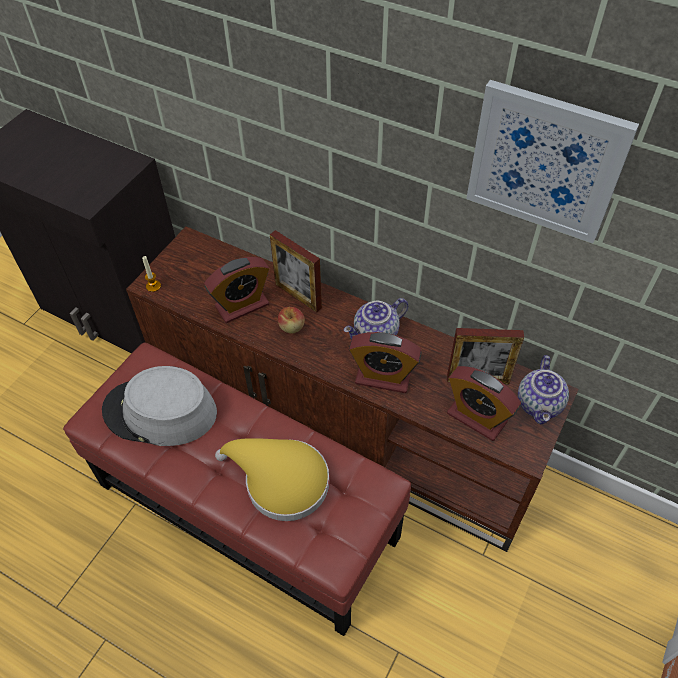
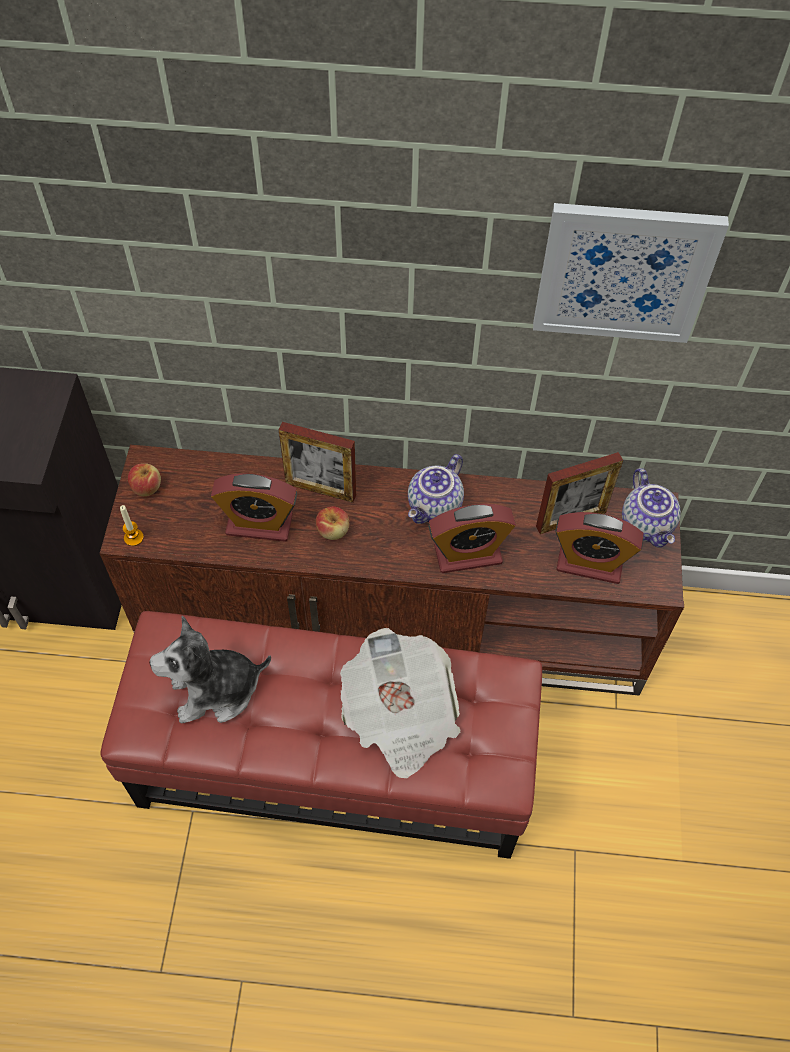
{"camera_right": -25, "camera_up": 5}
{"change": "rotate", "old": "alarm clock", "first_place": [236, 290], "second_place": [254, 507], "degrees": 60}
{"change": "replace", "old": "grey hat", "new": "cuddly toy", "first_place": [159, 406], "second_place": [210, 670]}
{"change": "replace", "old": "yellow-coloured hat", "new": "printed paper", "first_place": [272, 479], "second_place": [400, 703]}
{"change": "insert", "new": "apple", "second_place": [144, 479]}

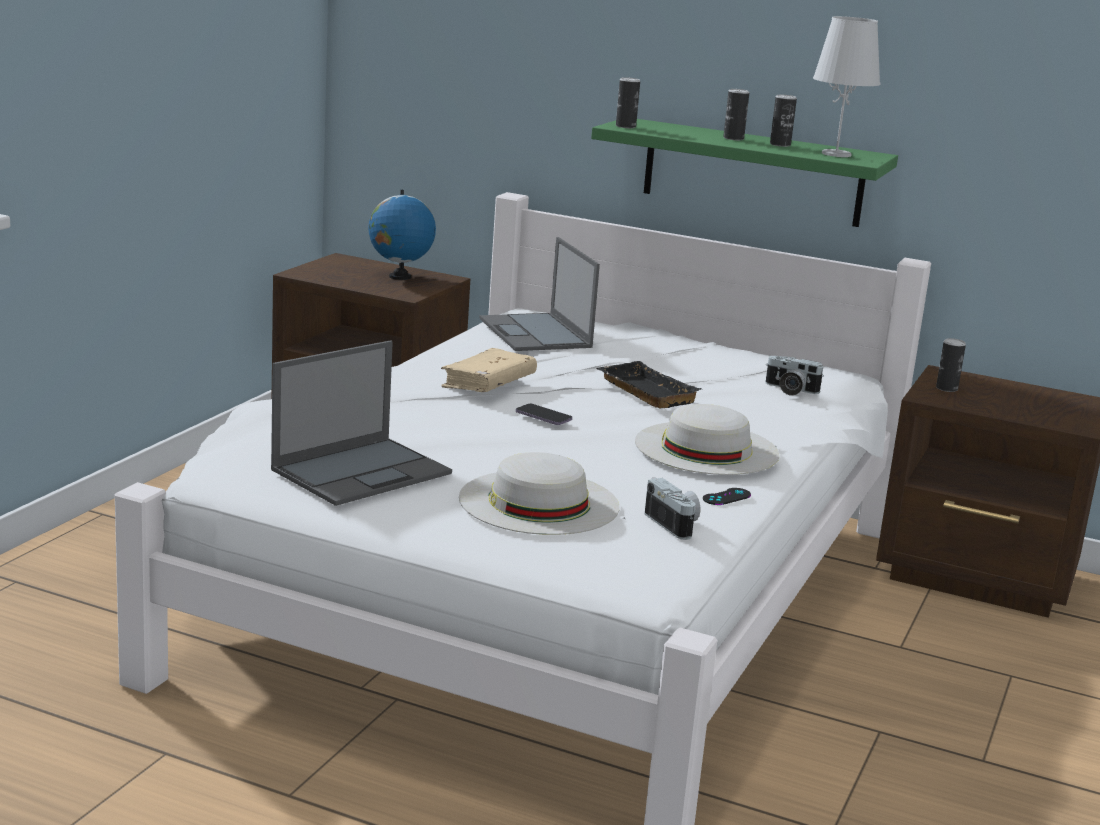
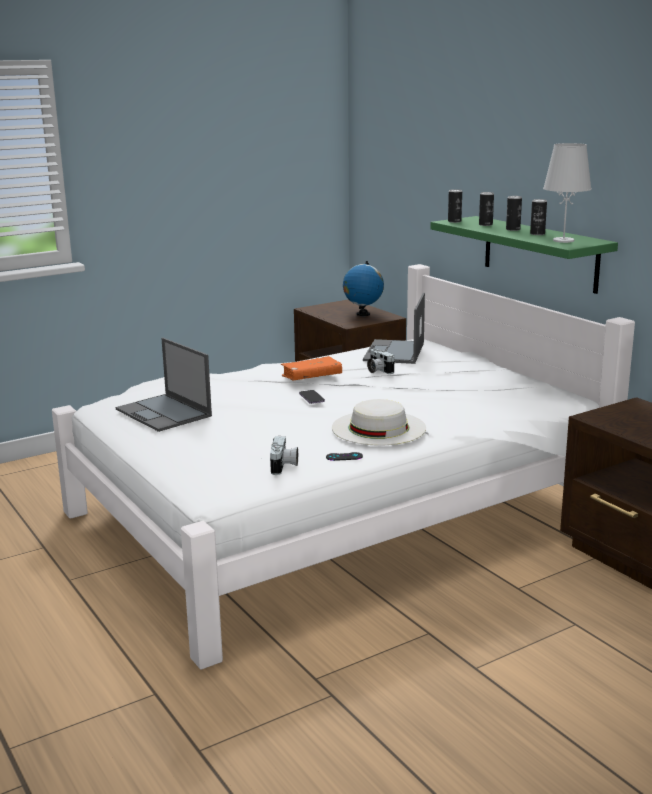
{"camera_right": 35, "camera_up": 0}
{"change": "move", "old": "sealed can", "first_place": [951, 365], "second_place": [486, 209]}
{"change": "rotate", "old": "portable computer", "first_place": [361, 423], "second_place": [164, 385], "degrees": 60}
{"change": "recolor", "old": "beige book", "new": "orange book", "first_place": [489, 370], "second_place": [311, 368]}
{"change": "move", "old": "photo camera", "first_place": [794, 376], "second_place": [380, 361]}
{"change": "delete", "old": "black-coloured serving tray", "first_place": [649, 385]}
{"change": "delete", "old": "white hat", "first_place": [539, 493]}

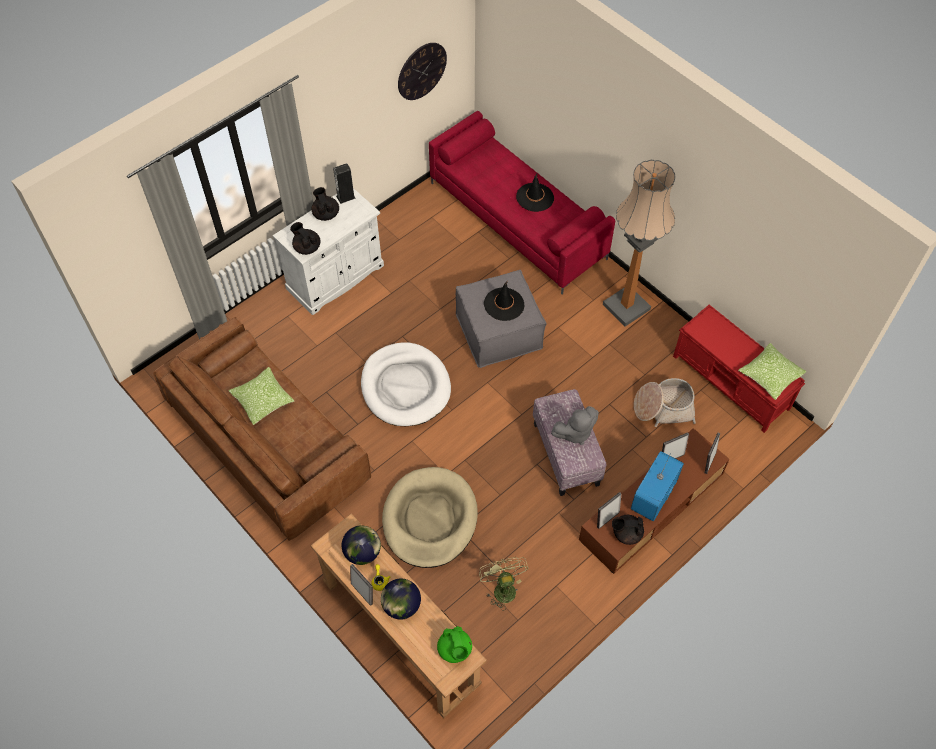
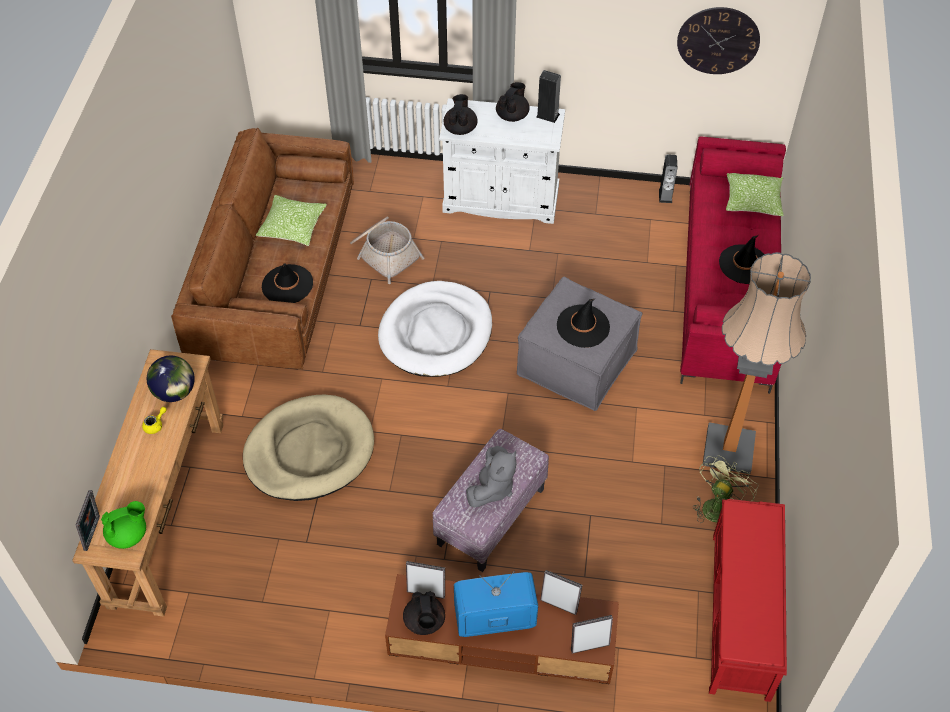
{"camera_right": 50, "camera_up": -5}
{"change": "move", "old": "cushion", "first_place": [772, 371], "second_place": [755, 194]}
{"change": "move", "old": "storage basket", "first_place": [665, 402], "second_place": [387, 250]}
{"change": "rotate", "old": "grey cuddly toy", "first_place": [575, 425], "second_place": [491, 476], "degrees": -90}
{"change": "rotate", "old": "black-coloured teapot", "first_place": [628, 530], "second_place": [424, 613], "degrees": -150}
{"change": "move", "old": "greenish electric fan", "first_place": [503, 583], "second_place": [725, 489]}
{"change": "move", "old": "photo frame", "first_place": [361, 585], "second_place": [88, 520]}
{"change": "delete", "old": "desk globe", "first_place": [401, 599]}
{"change": "rotate", "old": "greenish teapot", "first_place": [454, 644], "second_place": [123, 525], "degrees": -150}
{"change": "insert", "new": "speaker", "second_place": [668, 178]}
{"change": "insert", "new": "black-coloured hat", "second_place": [287, 283]}

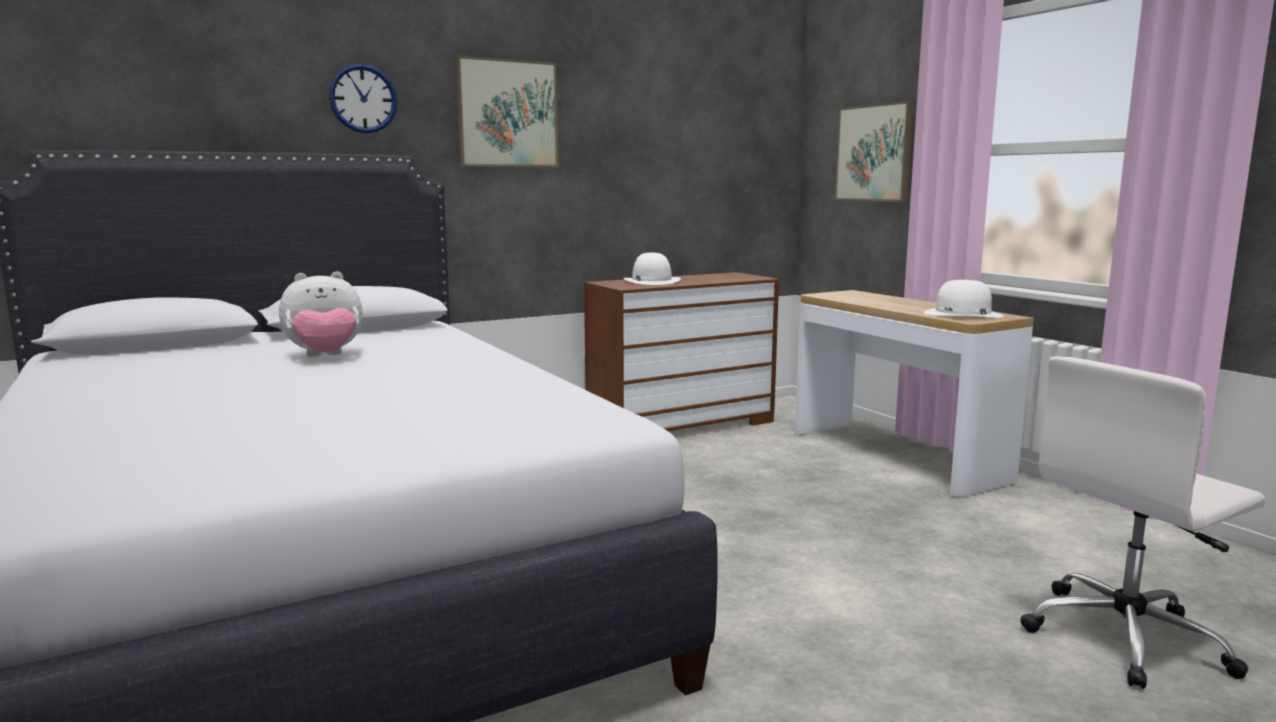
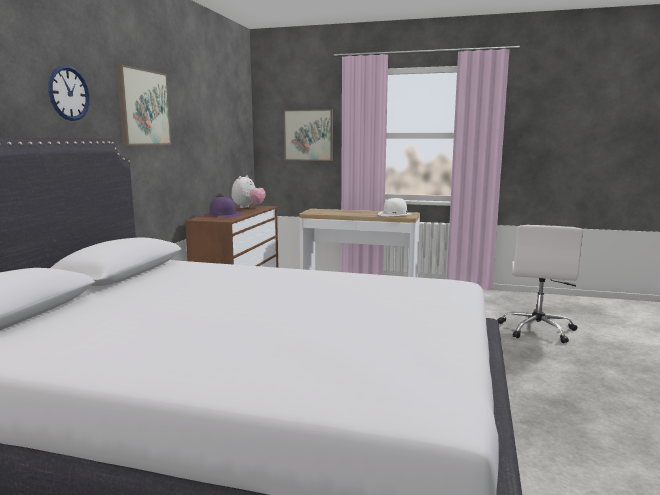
{"camera_right": -45, "camera_up": 0}
{"change": "recolor", "old": "white hat", "new": "purple hat", "first_place": [652, 269], "second_place": [223, 207]}
{"change": "move", "old": "cuddly toy", "first_place": [320, 314], "second_place": [249, 191]}

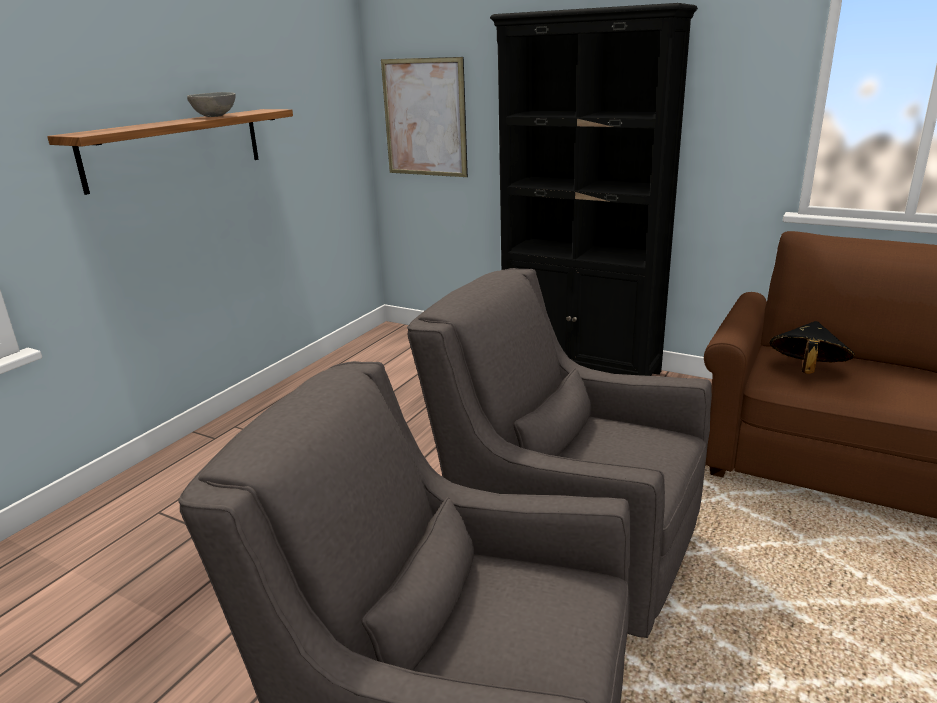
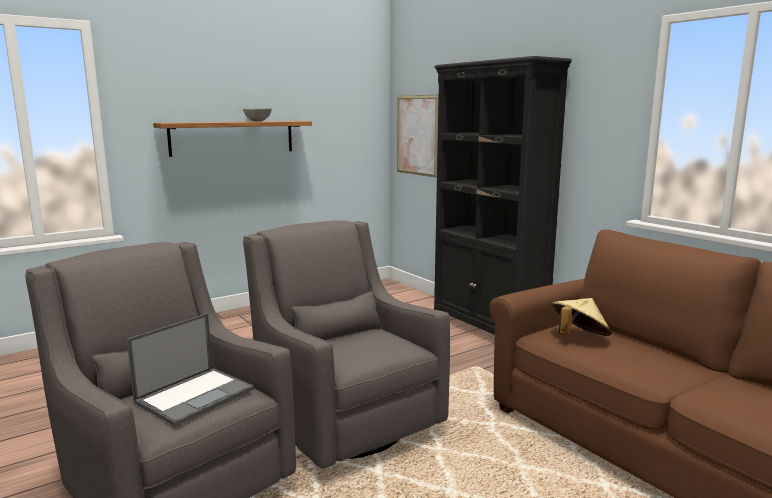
{"camera_right": 25, "camera_up": -10}
{"change": "recolor", "old": "black-coloured hat", "new": "beige hat", "first_place": [812, 347], "second_place": [581, 317]}
{"change": "insert", "new": "portable computer", "second_place": [190, 370]}

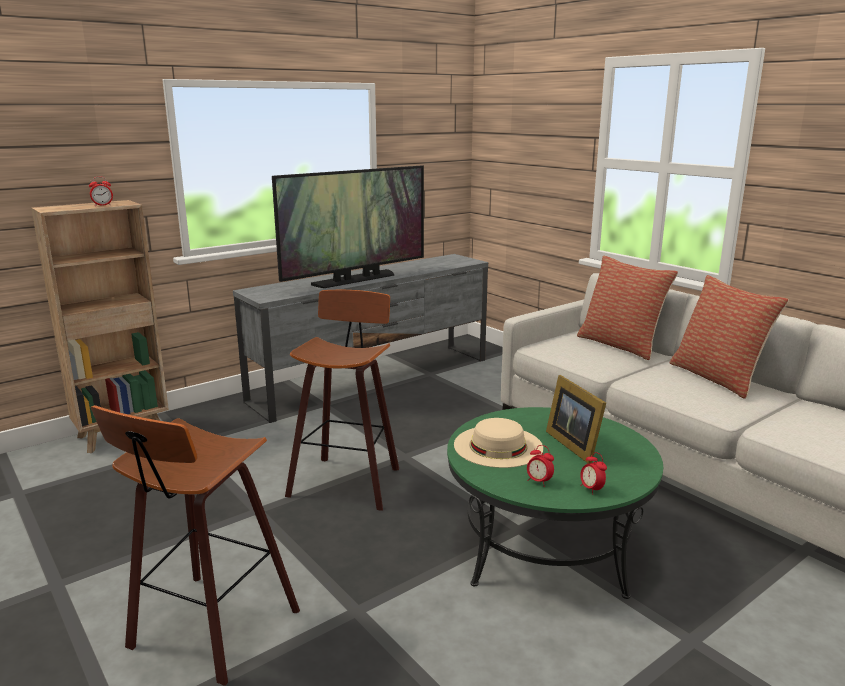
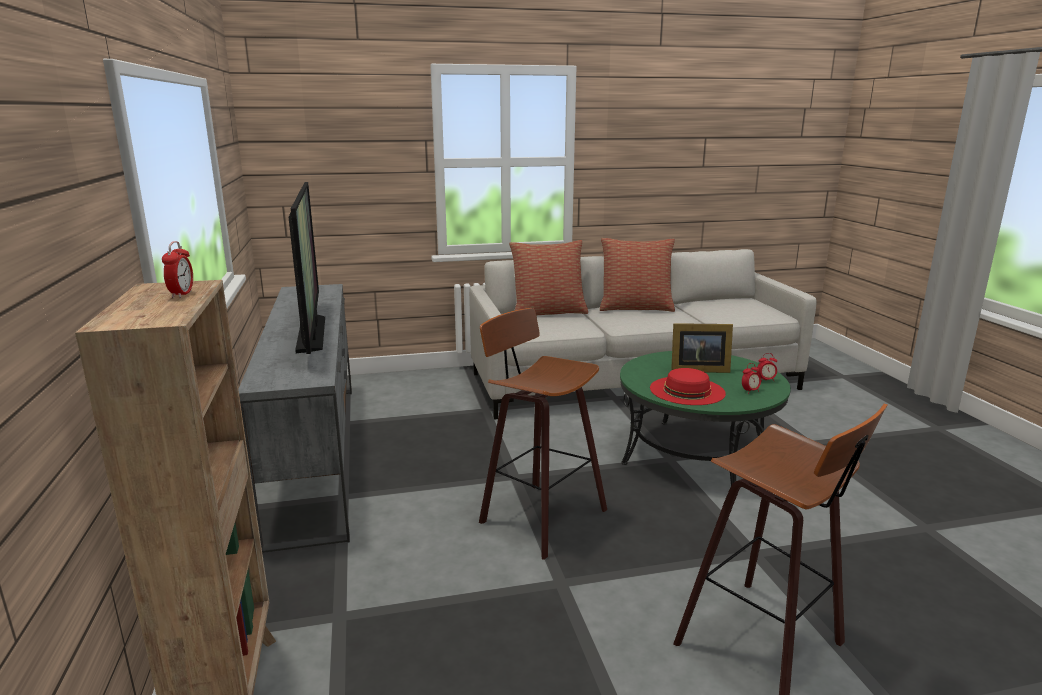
{"camera_right": -65, "camera_up": 0}
{"change": "recolor", "old": "beige hat", "new": "red-coloured hat", "first_place": [498, 443], "second_place": [688, 386]}

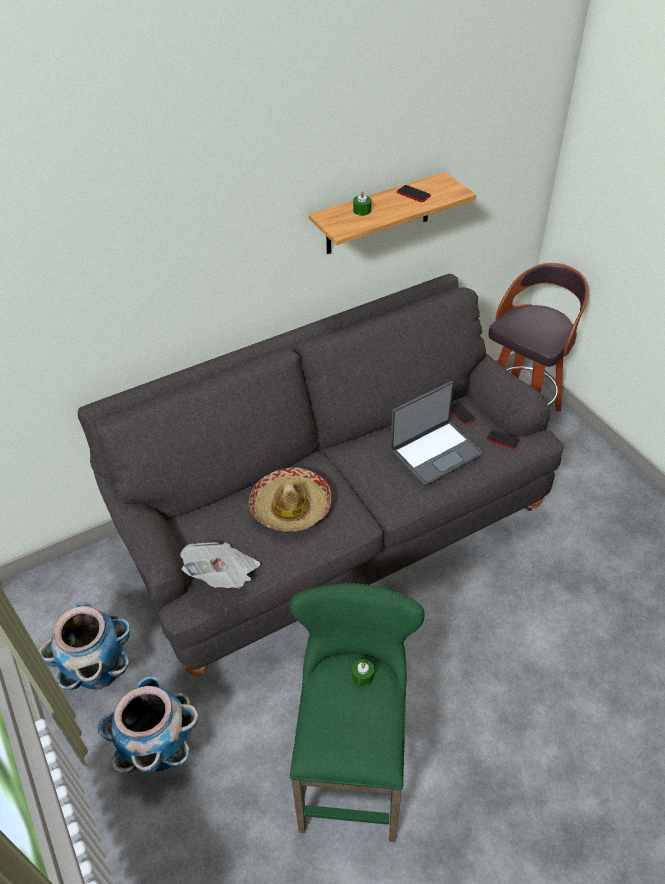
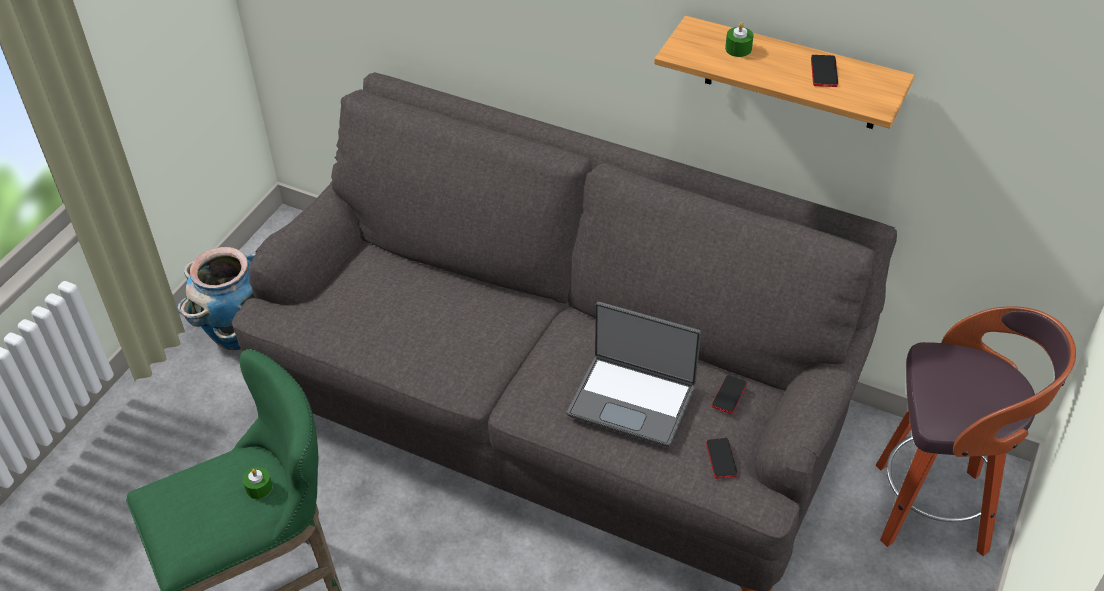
{"camera_right": 55, "camera_up": 0}
{"change": "delete", "old": "hat", "first_place": [290, 500]}
{"change": "delete", "old": "printed paper", "first_place": [220, 565]}
{"change": "delete", "old": "plant pot", "first_place": [148, 724]}

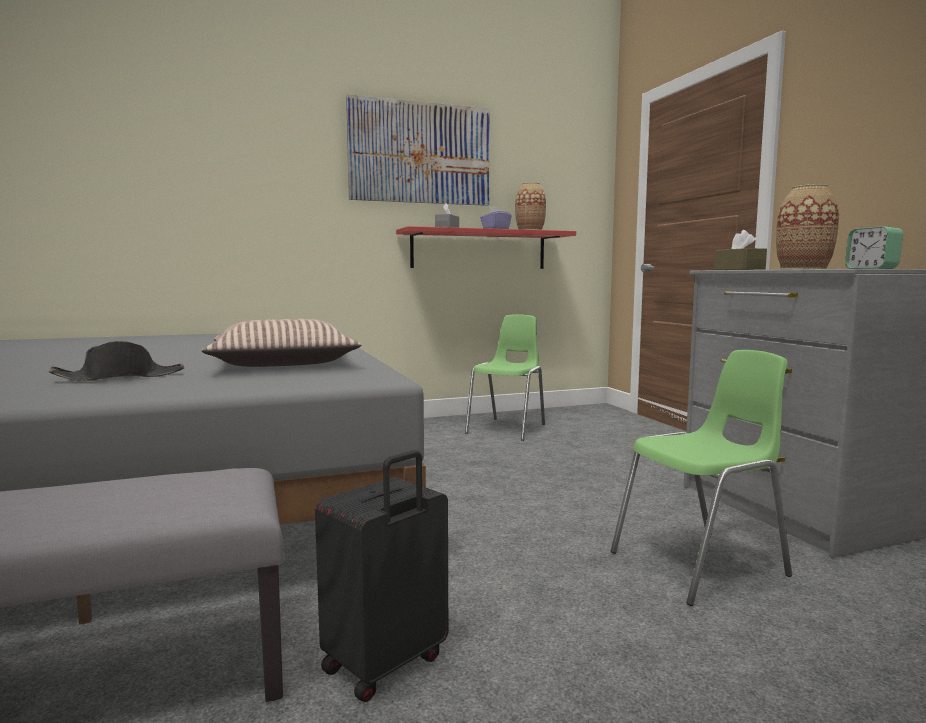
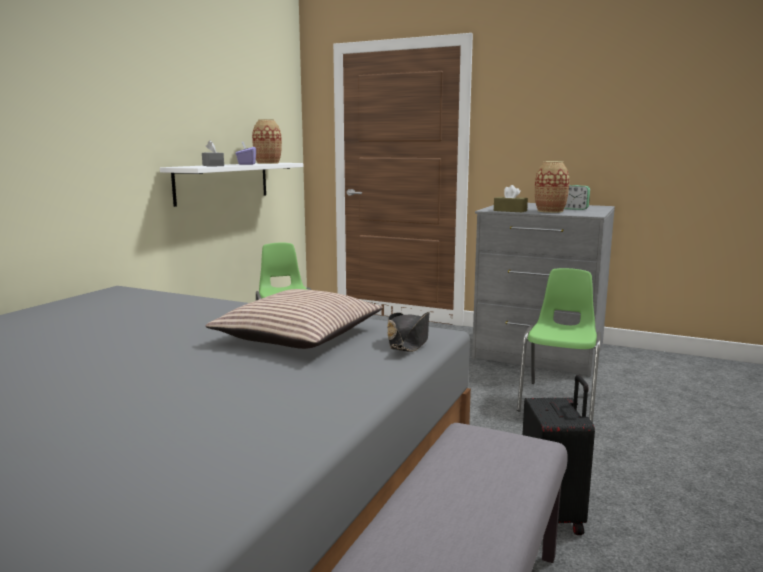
{"camera_right": -45, "camera_up": 5}
{"change": "delete", "old": "picture", "first_place": [418, 150]}
{"change": "recolor", "old": "red-coloured shelf", "new": "white shelf", "first_place": [486, 247], "second_place": [231, 185]}
{"change": "move", "old": "black-coloured hat", "first_place": [116, 361], "second_place": [408, 331]}

